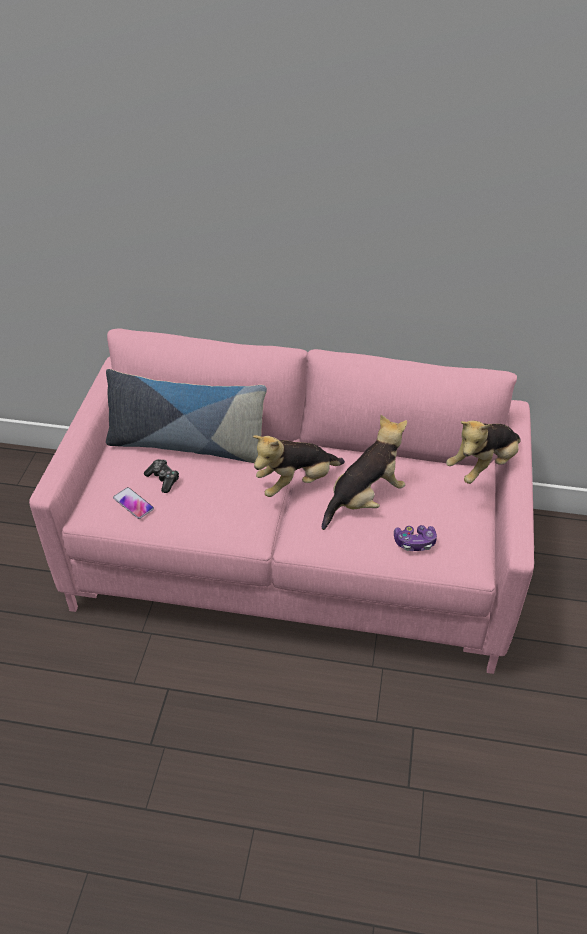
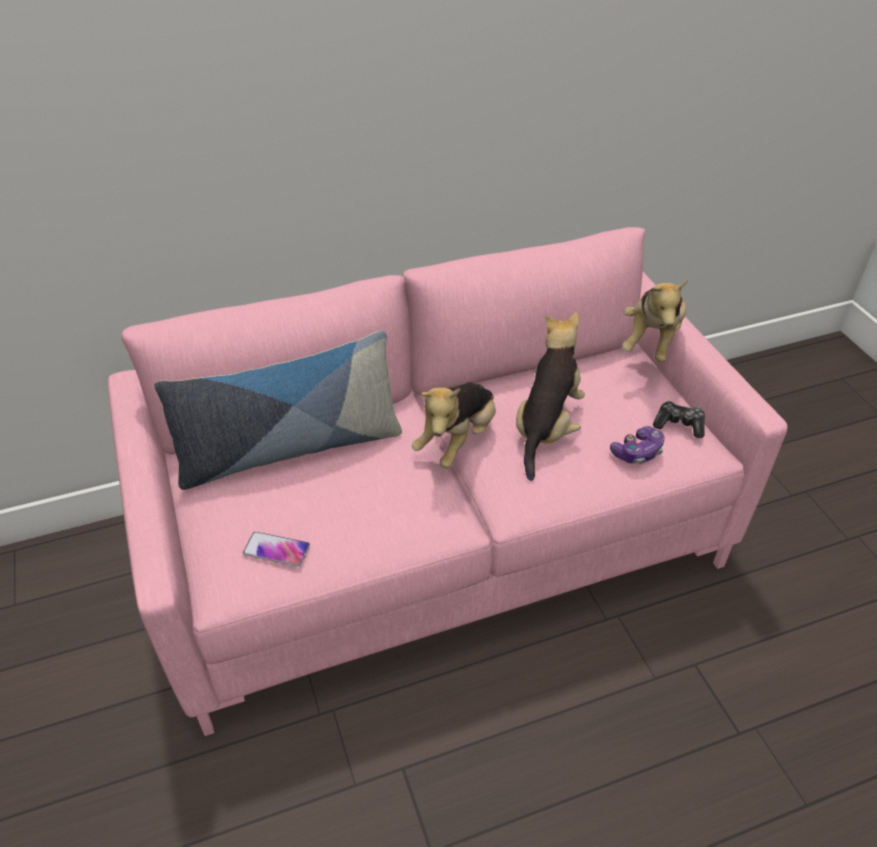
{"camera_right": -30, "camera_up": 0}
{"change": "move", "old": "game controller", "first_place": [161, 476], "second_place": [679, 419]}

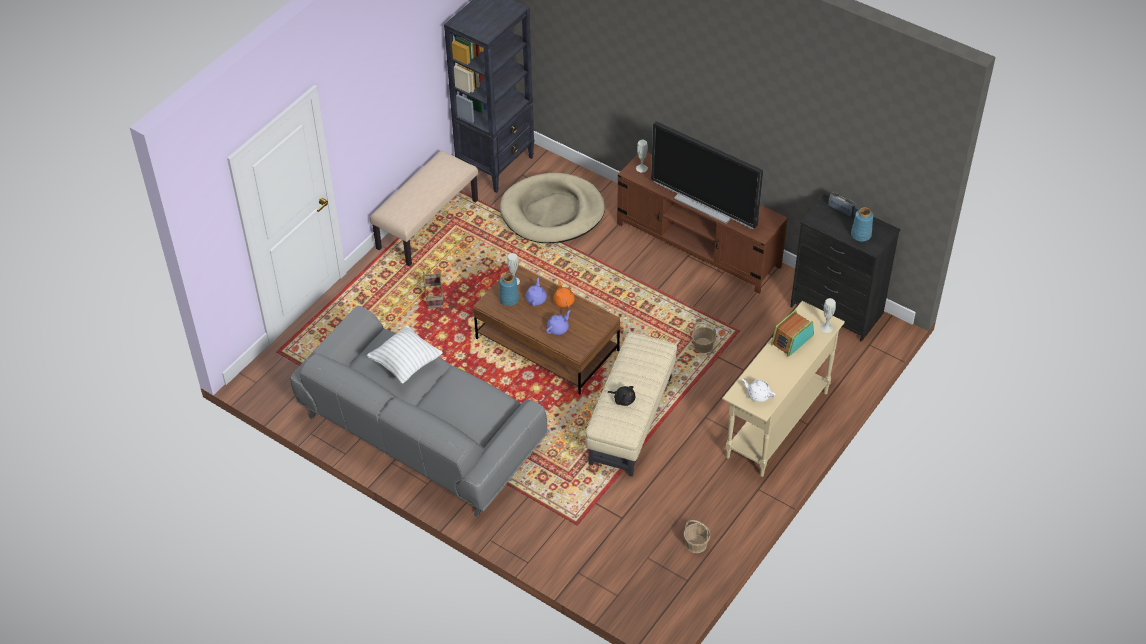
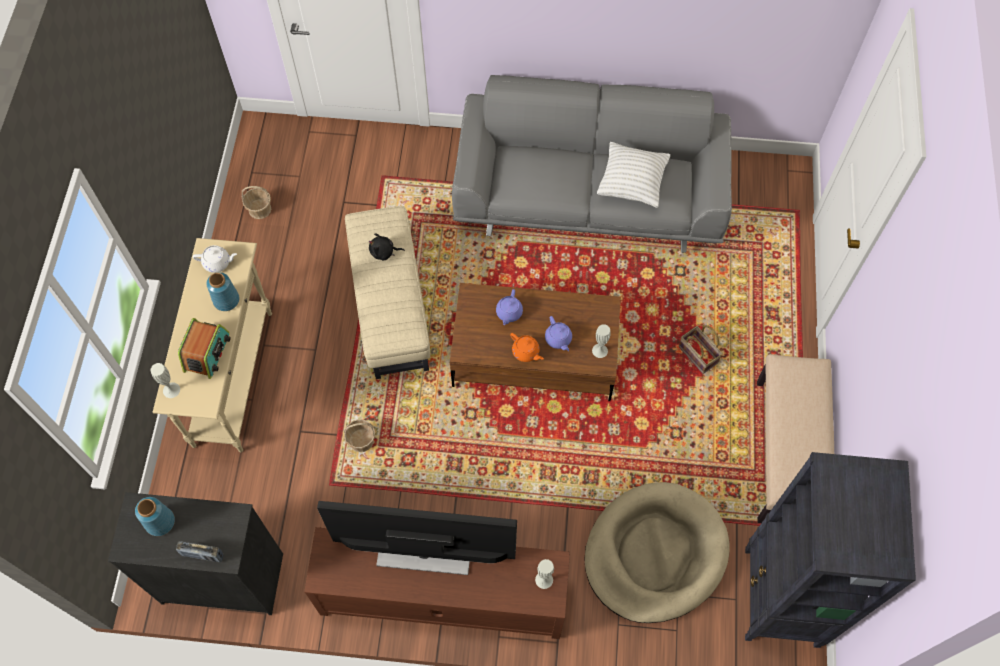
{"camera_right": 150, "camera_up": 15}
{"change": "move", "old": "blue-coloured vase", "first_place": [509, 289], "second_place": [223, 291]}

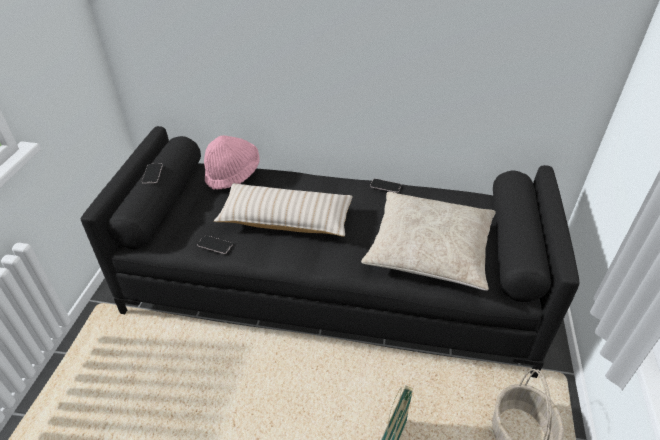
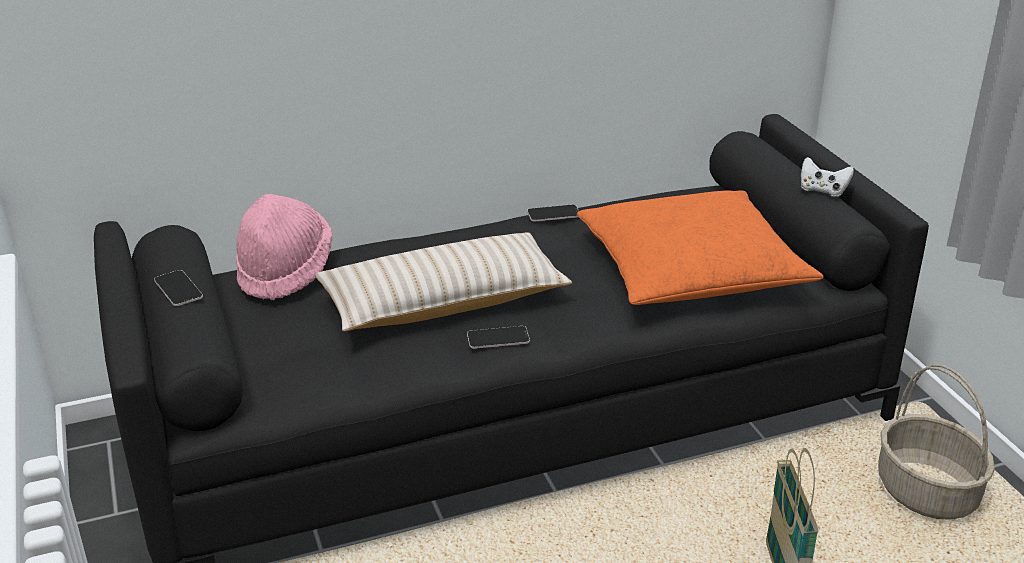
{"camera_right": -30, "camera_up": -10}
{"change": "recolor", "old": "beige cushion", "new": "orange cushion", "first_place": [428, 241], "second_place": [700, 247]}
{"change": "move", "old": "phone", "first_place": [215, 244], "second_place": [498, 337]}
{"change": "insert", "new": "white game controller", "second_place": [827, 177]}

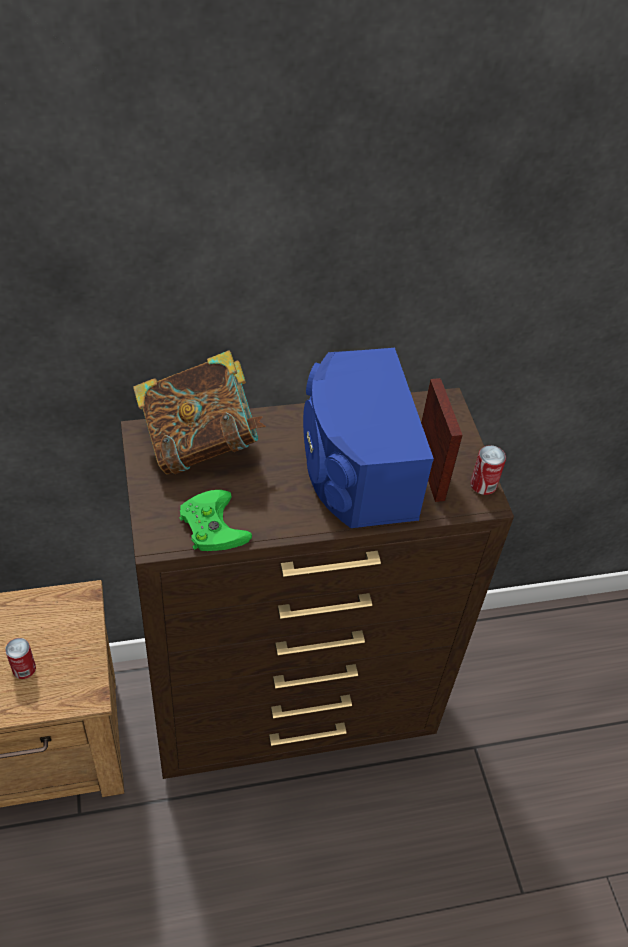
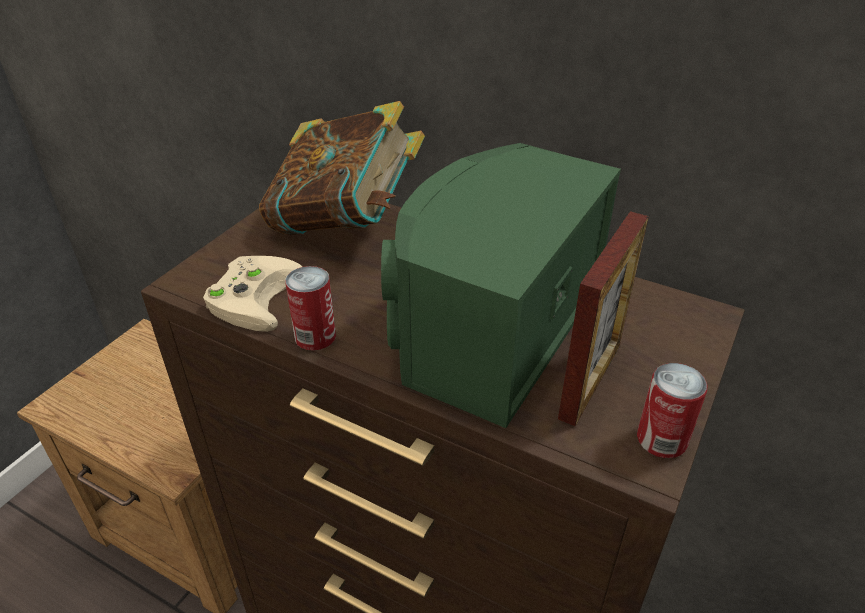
{"camera_right": 45, "camera_up": -10}
{"change": "recolor", "old": "blue-coloured speaker", "new": "greenish speaker", "first_place": [368, 438], "second_place": [501, 285]}
{"change": "recolor", "old": "greenish game controller", "new": "beige game controller", "first_place": [216, 520], "second_place": [253, 294]}
{"change": "move", "old": "sealed can", "first_place": [20, 658], "second_place": [310, 308]}

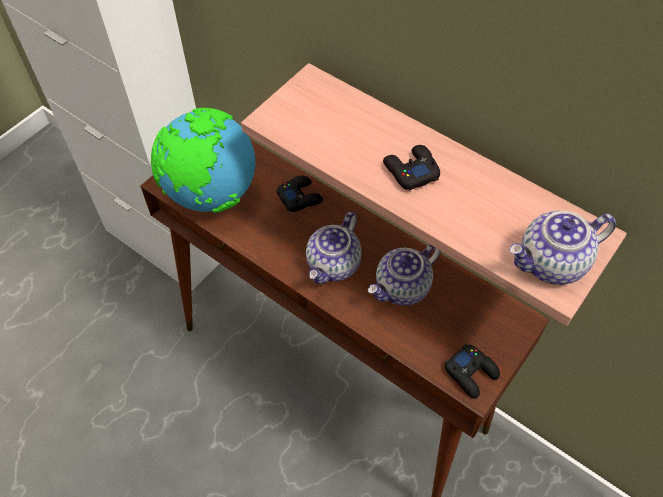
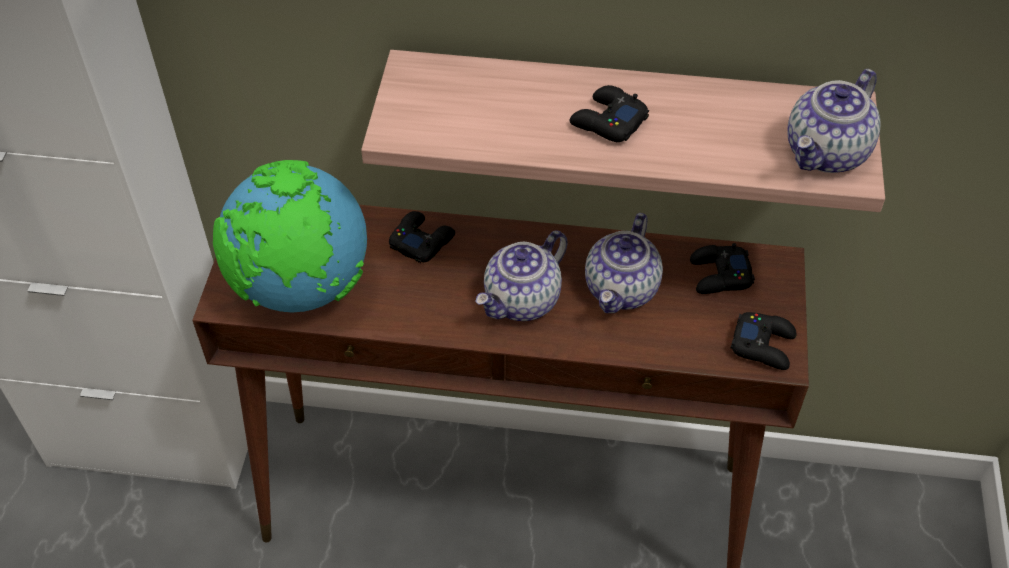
{"camera_right": -30, "camera_up": -5}
{"change": "rotate", "old": "teapot", "first_place": [334, 248], "second_place": [521, 276], "degrees": 45}
{"change": "insert", "new": "black-coloured game controller", "second_place": [722, 268]}

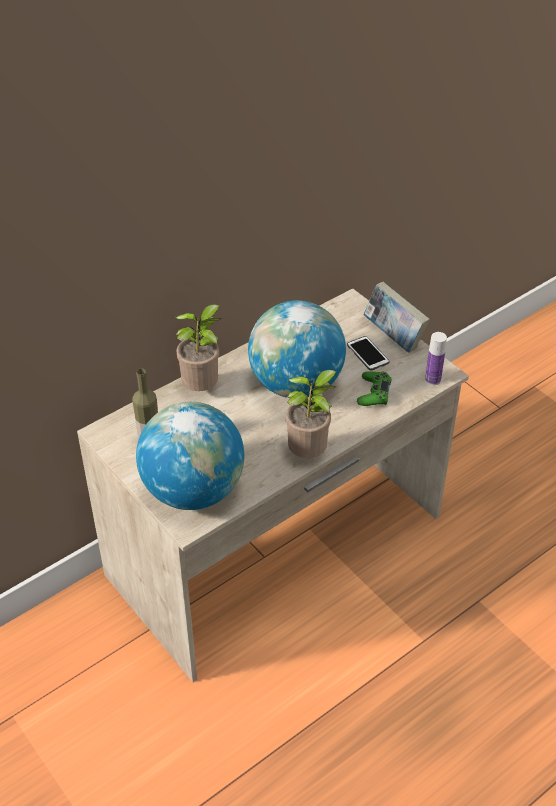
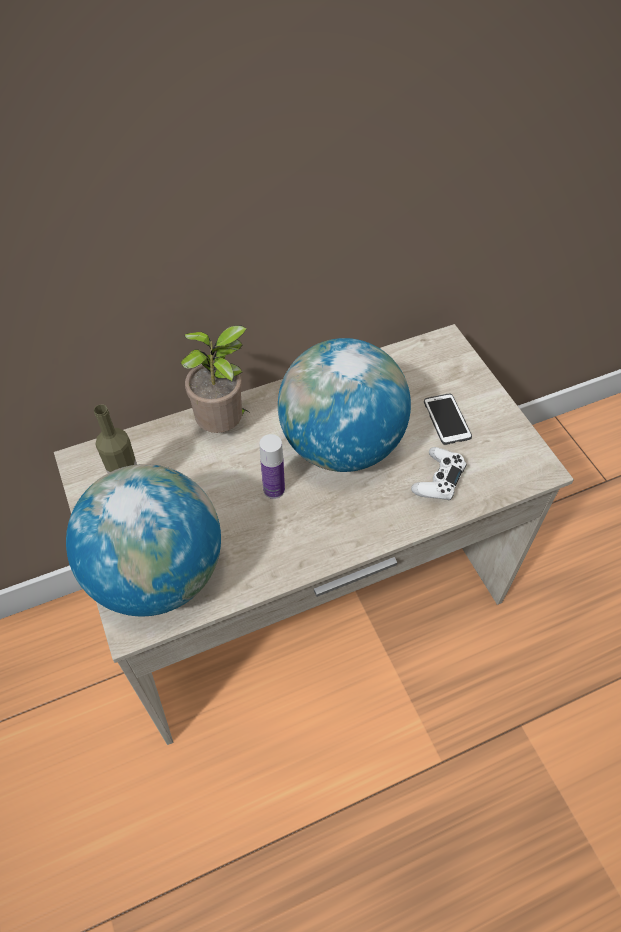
{"camera_right": 15, "camera_up": 10}
{"change": "delete", "old": "book", "first_place": [396, 317]}
{"change": "move", "old": "beverage bottle", "first_place": [436, 358], "second_place": [272, 466]}
{"change": "delete", "old": "potted plant", "first_place": [311, 414]}
{"change": "recolor", "old": "greenish game controller", "new": "white game controller", "first_place": [374, 388], "second_place": [439, 473]}

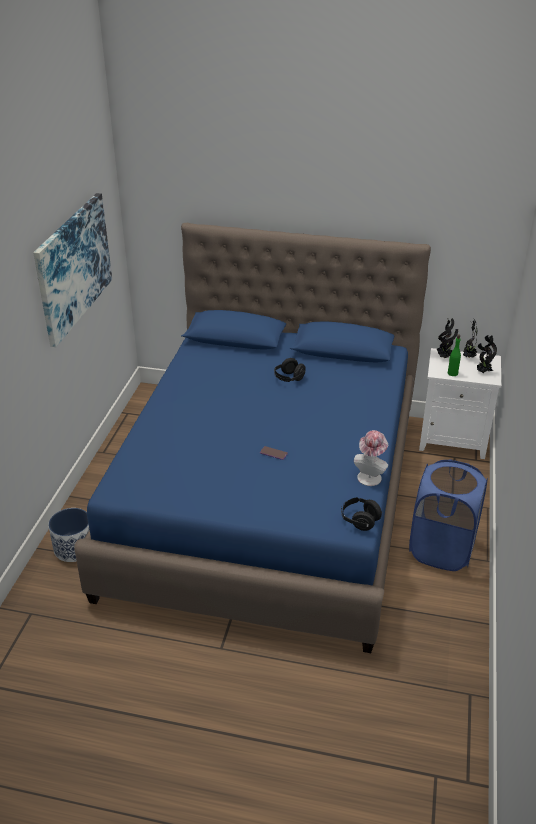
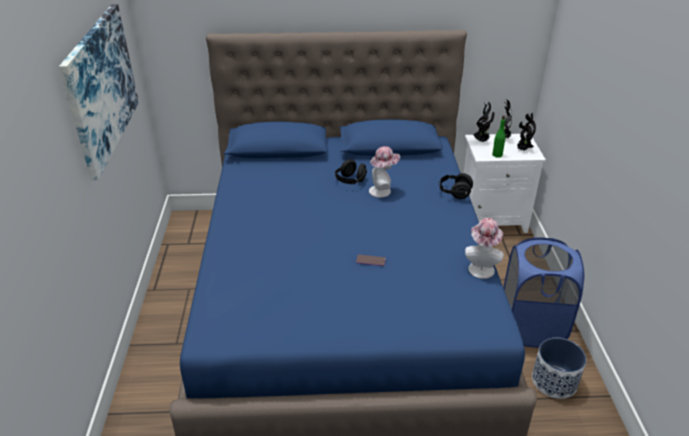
{"camera_right": -15, "camera_up": 0}
{"change": "move", "old": "black-coloured headphones", "first_place": [361, 514], "second_place": [455, 186]}
{"change": "move", "old": "plant pot", "first_place": [68, 535], "second_place": [559, 368]}
{"change": "insert", "new": "hat", "second_place": [384, 172]}

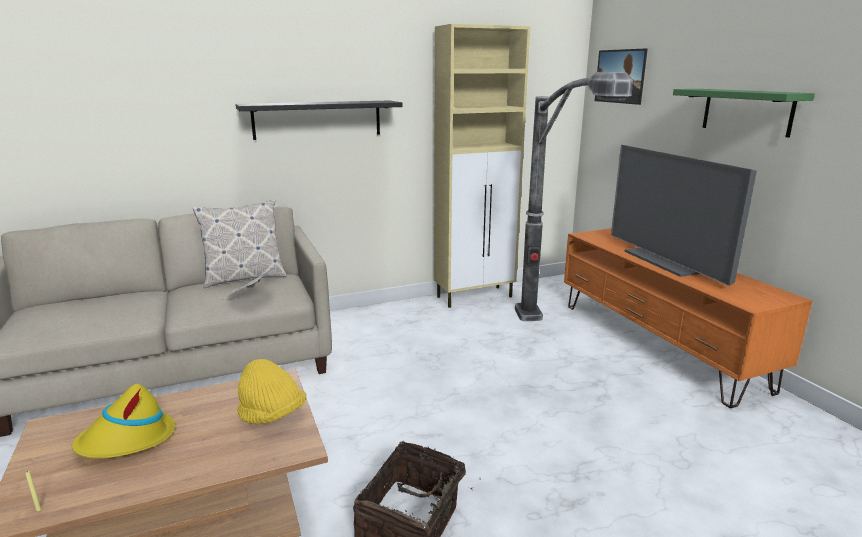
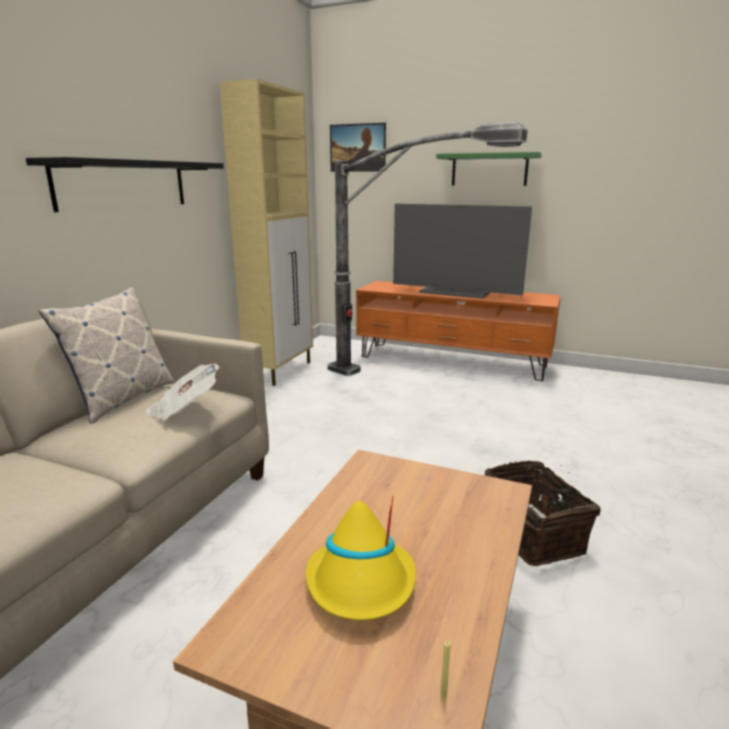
{"camera_right": -45, "camera_up": 0}
{"change": "delete", "old": "yellow-coloured hat", "first_place": [271, 391]}

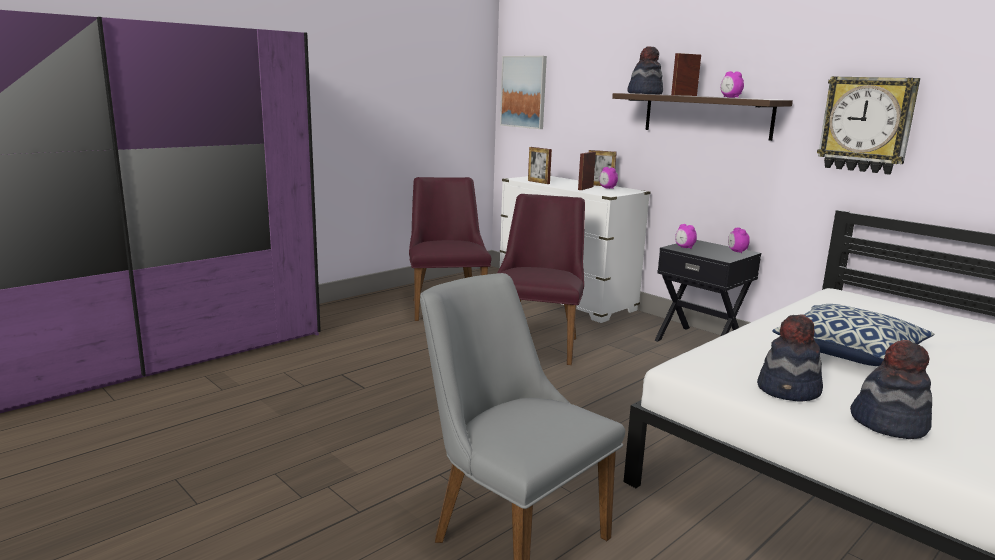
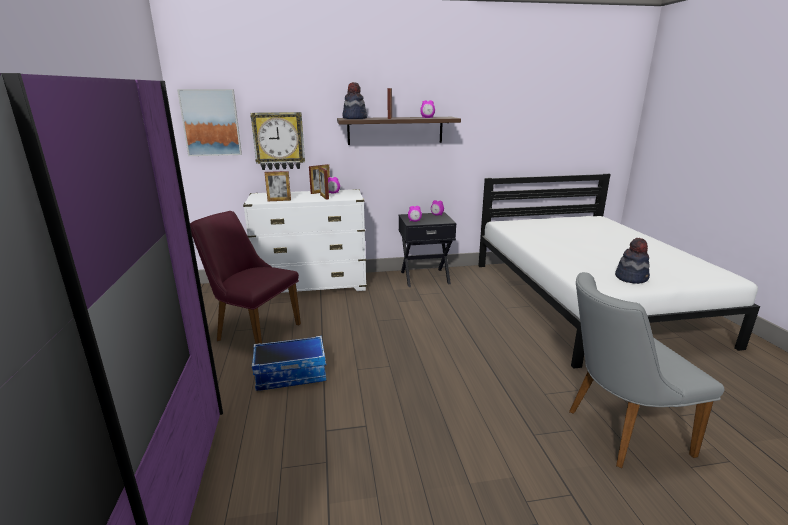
{"camera_right": -55, "camera_up": 5}
{"change": "move", "old": "wall clock", "first_place": [868, 125], "second_place": [277, 141]}
{"change": "delete", "old": "purple chair", "first_place": [541, 279]}
{"change": "delete", "old": "cushion", "first_place": [853, 335]}
{"change": "delete", "old": "hat", "first_place": [891, 389]}
{"change": "insert", "new": "storage bin", "second_place": [289, 363]}

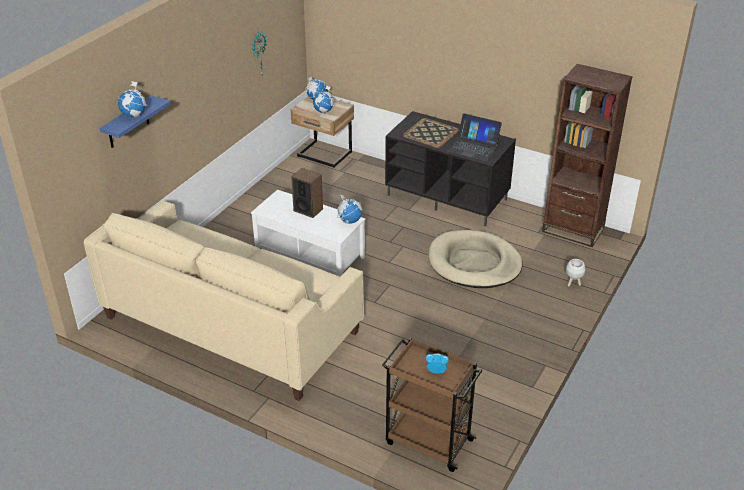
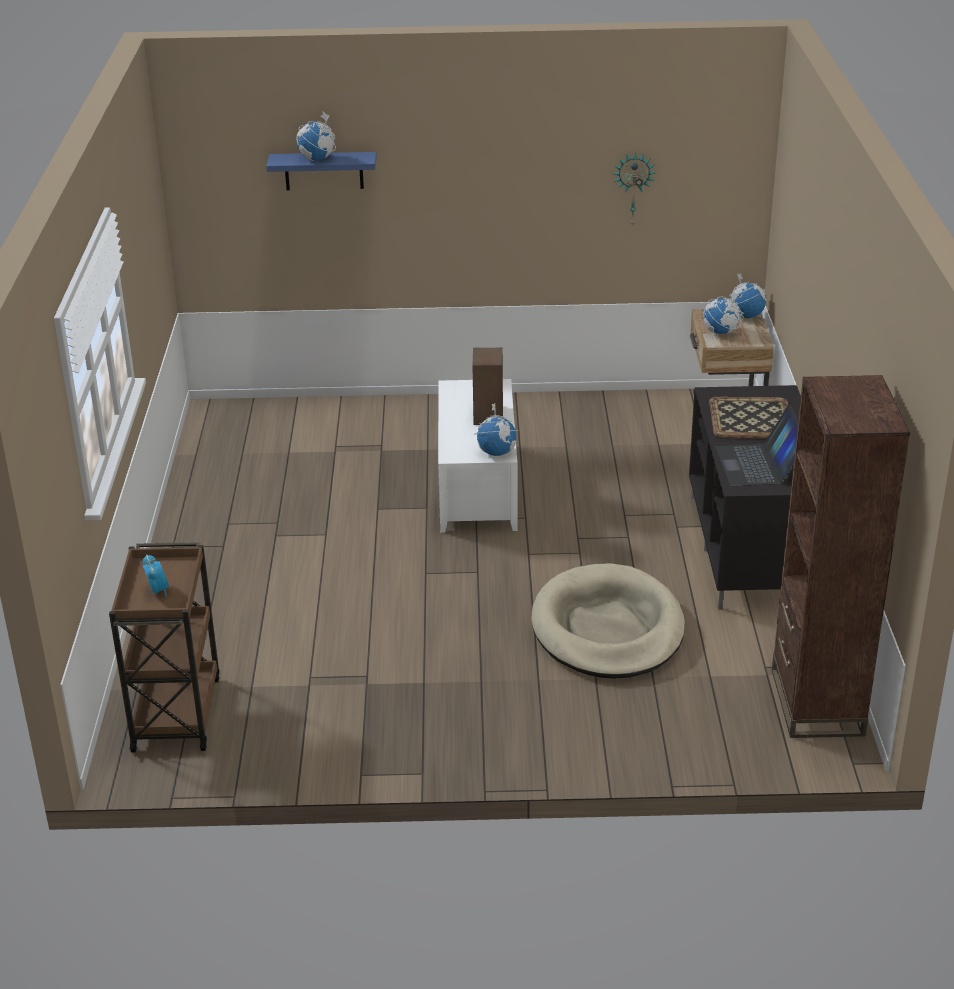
{"camera_right": 60, "camera_up": -5}
{"change": "delete", "old": "beige sofa", "first_place": [224, 300]}
{"change": "delete", "old": "white plant pot", "first_place": [575, 272]}

